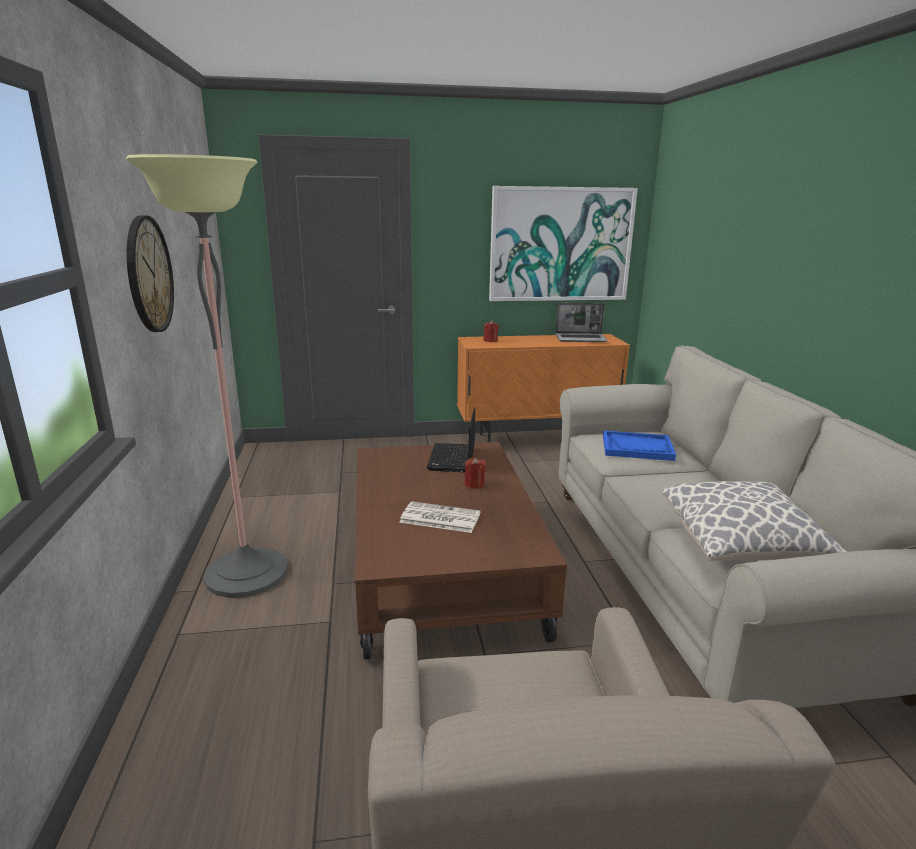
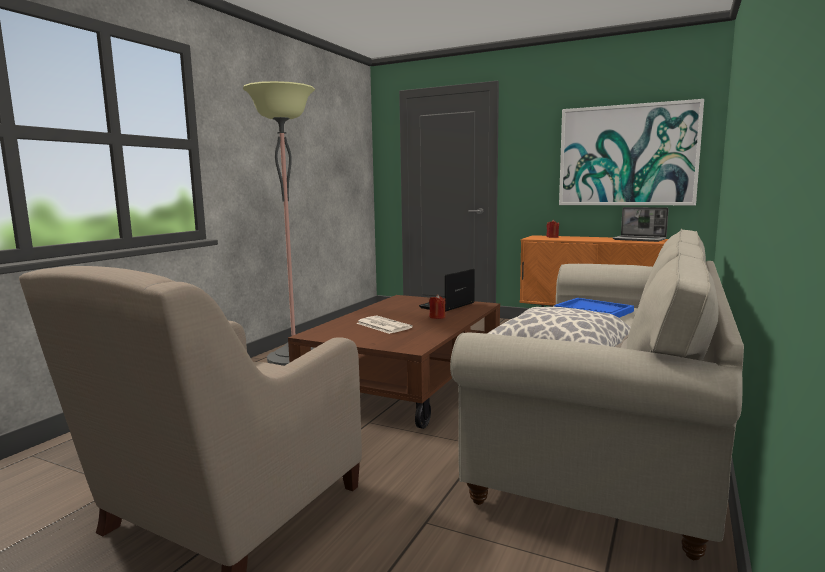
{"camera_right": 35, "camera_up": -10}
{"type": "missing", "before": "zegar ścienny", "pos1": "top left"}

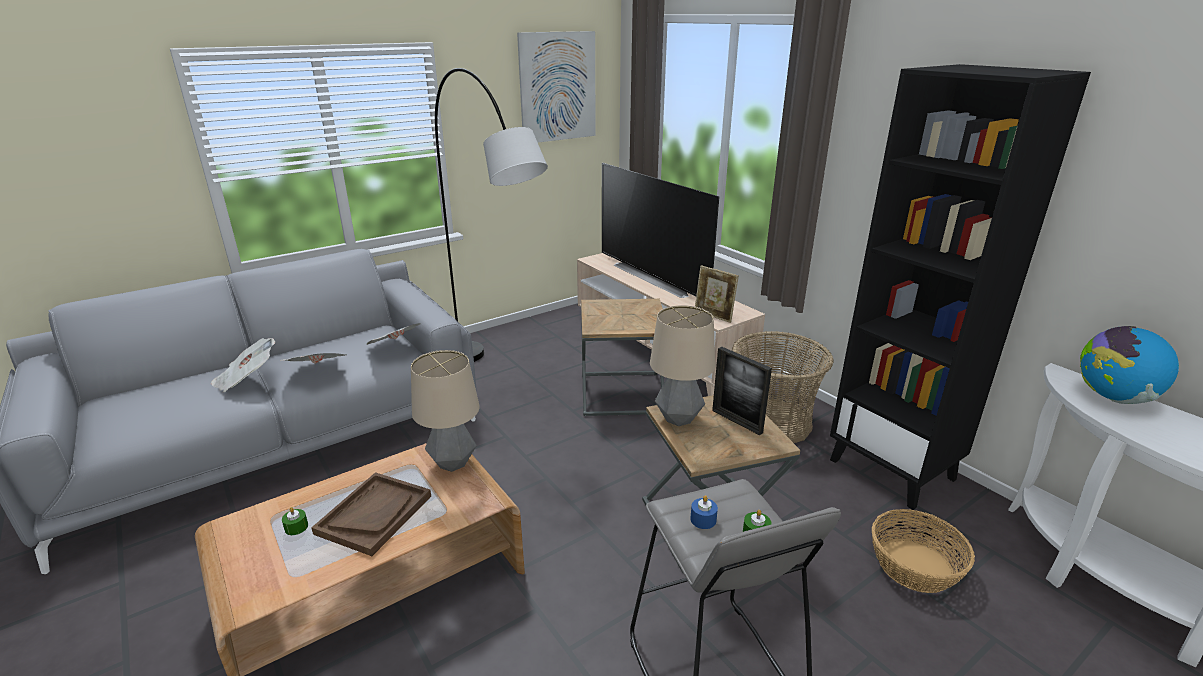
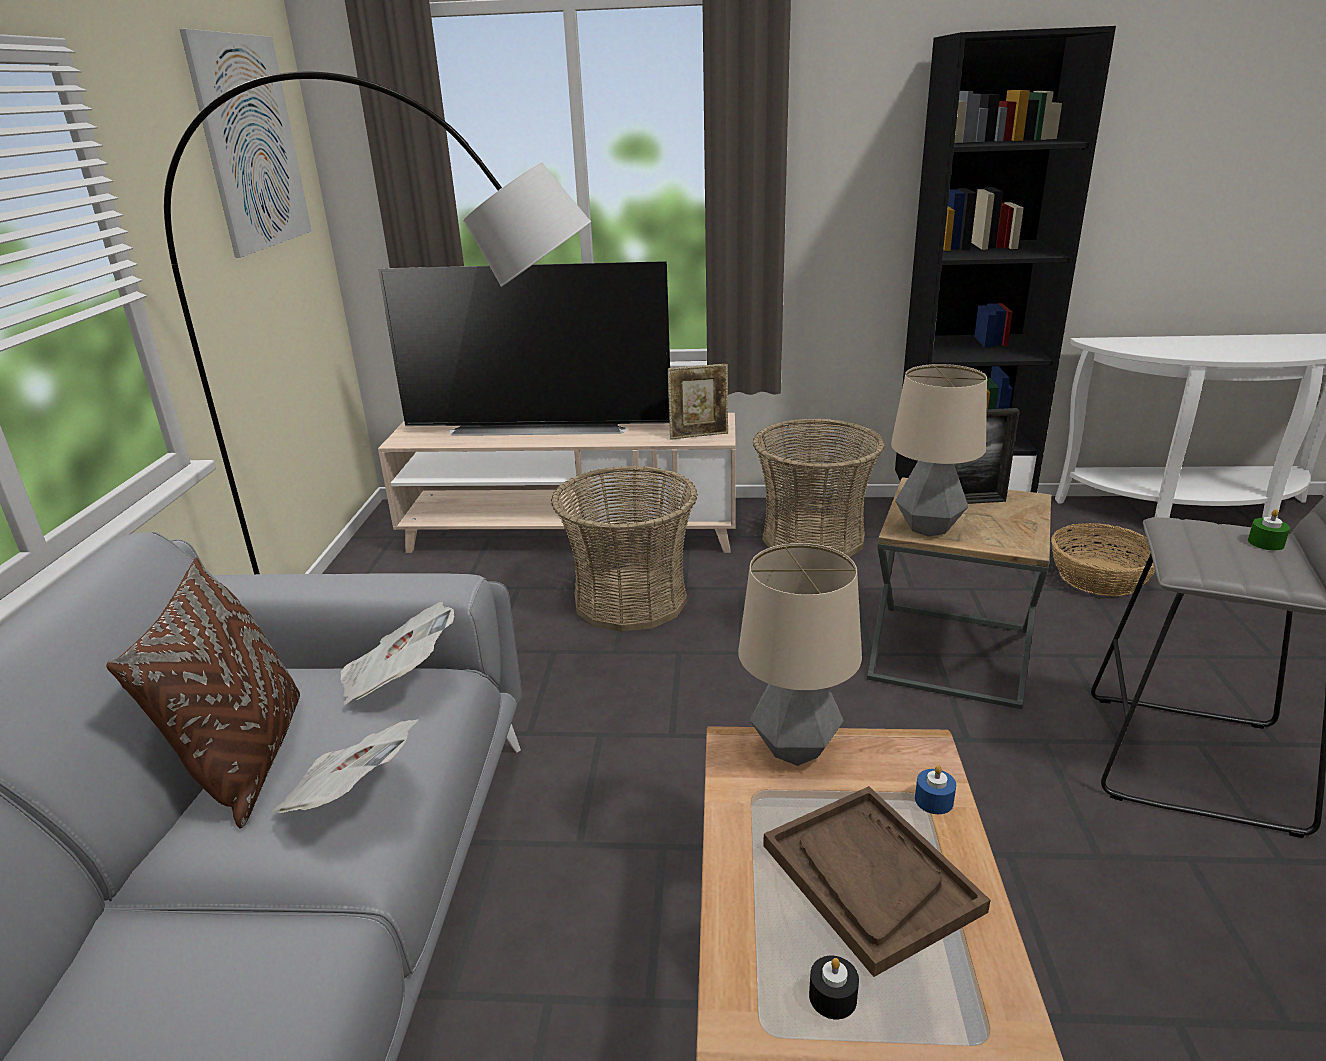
{"camera_right": -50, "camera_up": 0}
{"type": "exchanged", "before": "stolik/brązowy (no. 1 from left)", "after": "koszyk (no. 1 from left)", "pos1": "centre", "pos2": "centre"}
{"type": "missing", "before": "globus", "pos1": "middle right"}
{"type": "missing", "before": "gazeta (no. 1 from left)", "pos1": "middle left"}
{"type": "relocated", "before": "świeca/niebieski", "pos1": "bottom centre", "pos2": "bottom right"}
{"type": "colour", "before": "świeca/zielony (no. 1 from left)", "after": "świeca/czarny", "pos1": "bottom left", "pos2": "bottom centre"}
{"type": "appeared", "after": "poduszka/brązowy", "pos2": "middle left"}

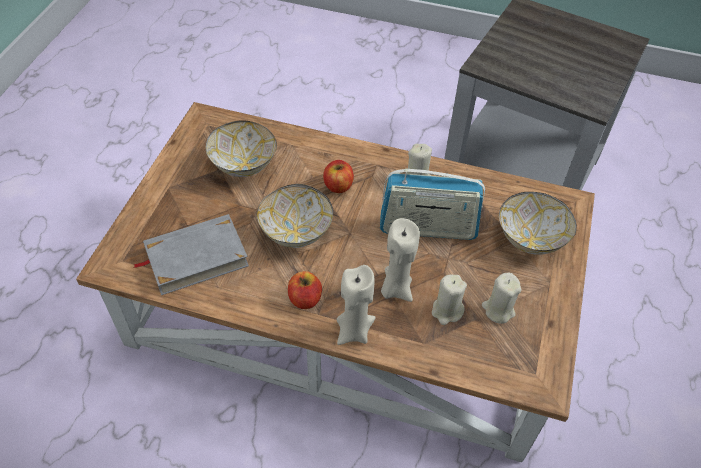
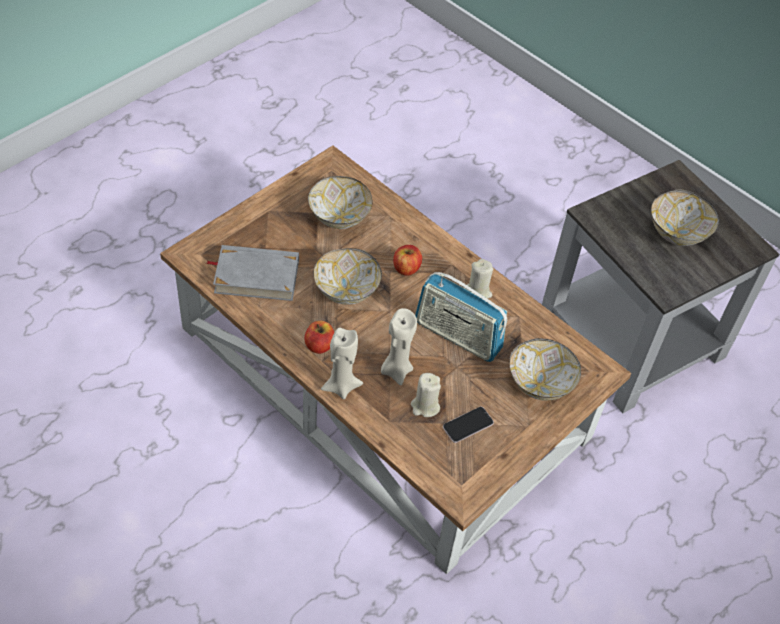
{"camera_right": 25, "camera_up": 0}
{"type": "exchanged", "before": "świeca/beżowy (no. 5 from left)", "after": "telefon", "pos1": "middle right", "pos2": "bottom centre"}
{"type": "appeared", "after": "miska (no. 4 from left)", "pos2": "middle right"}

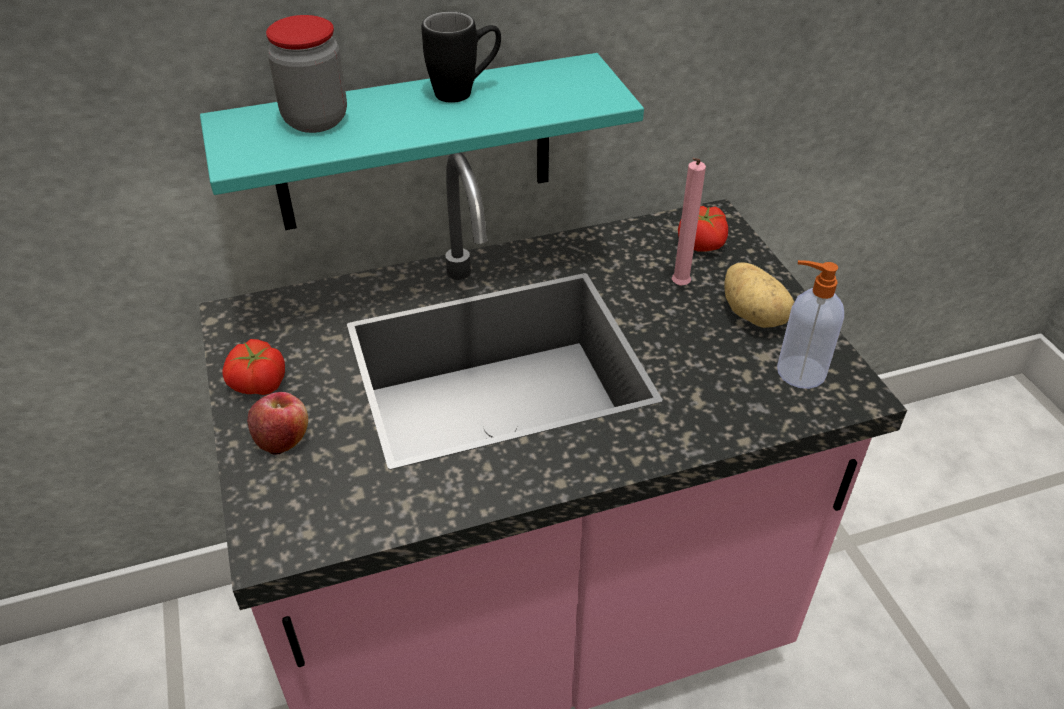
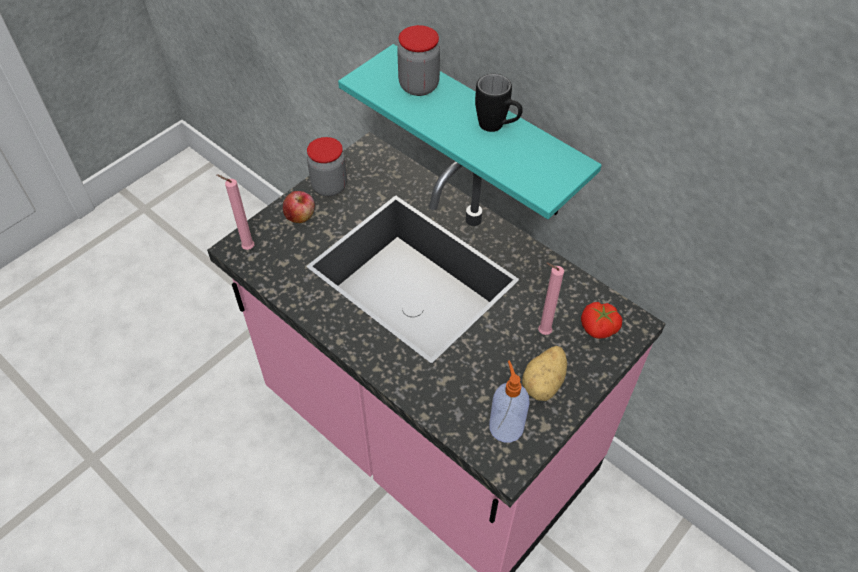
{"camera_right": 60, "camera_up": 10}
{"type": "exchanged", "before": "pomidor (no. 1 from left)", "after": "słoik (no. 1 from left)", "pos1": "middle left", "pos2": "top centre"}
{"type": "appeared", "after": "świeca/różowy (no. 1 from left)", "pos2": "middle left"}

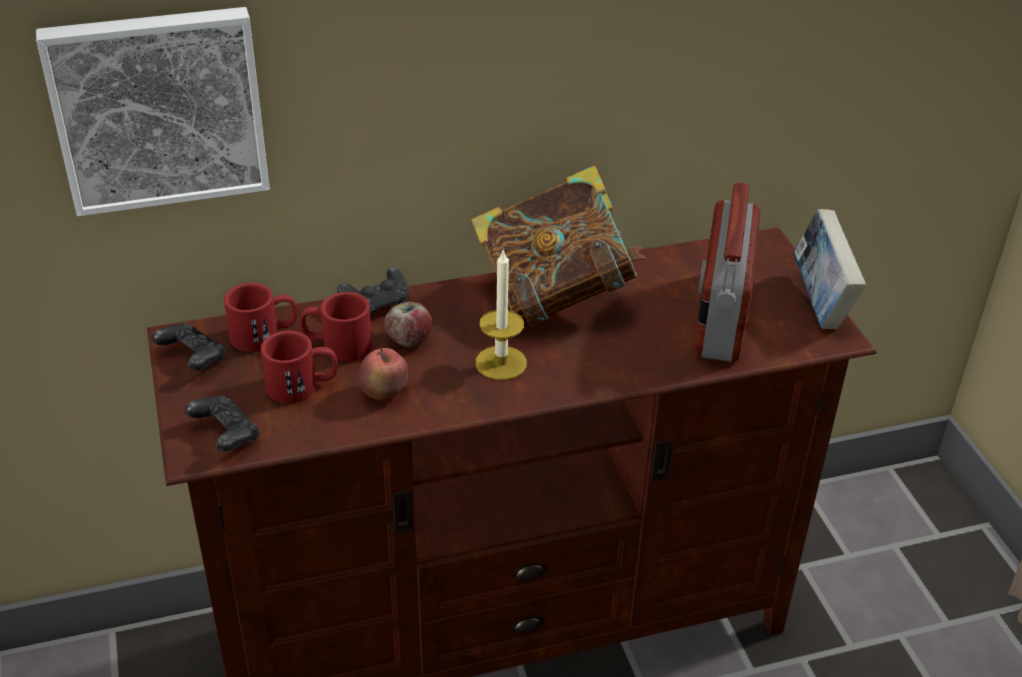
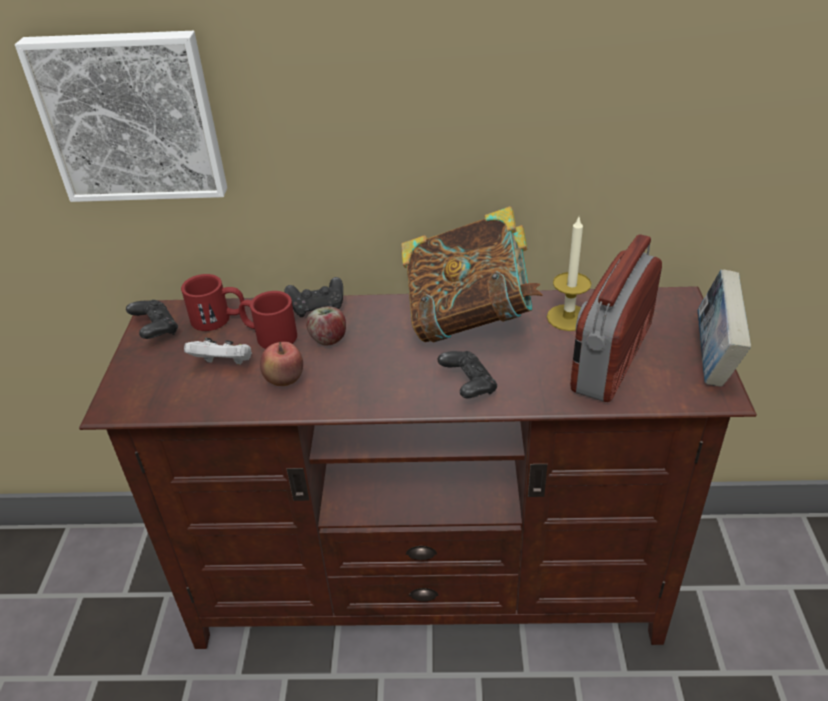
{"camera_right": 20, "camera_up": 0}
{"type": "relocated", "before": "świeca", "pos1": "centre", "pos2": "middle right"}
{"type": "exchanged", "before": "kubek/czerwony (no. 2 from left)", "after": "pad do gier/biały", "pos1": "middle left", "pos2": "middle left"}
{"type": "relocated", "before": "pad do gier/czarny (no. 2 from left in the first image)", "after": "pad do gier/czarny (no. 3 from left)", "pos1": "middle left", "pos2": "centre"}

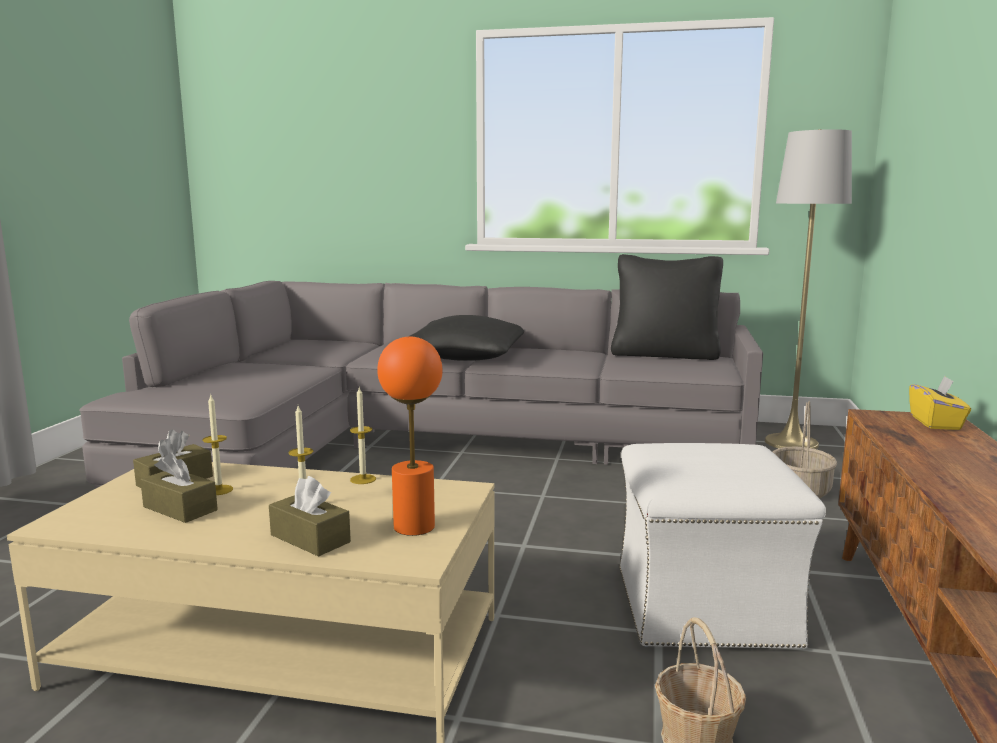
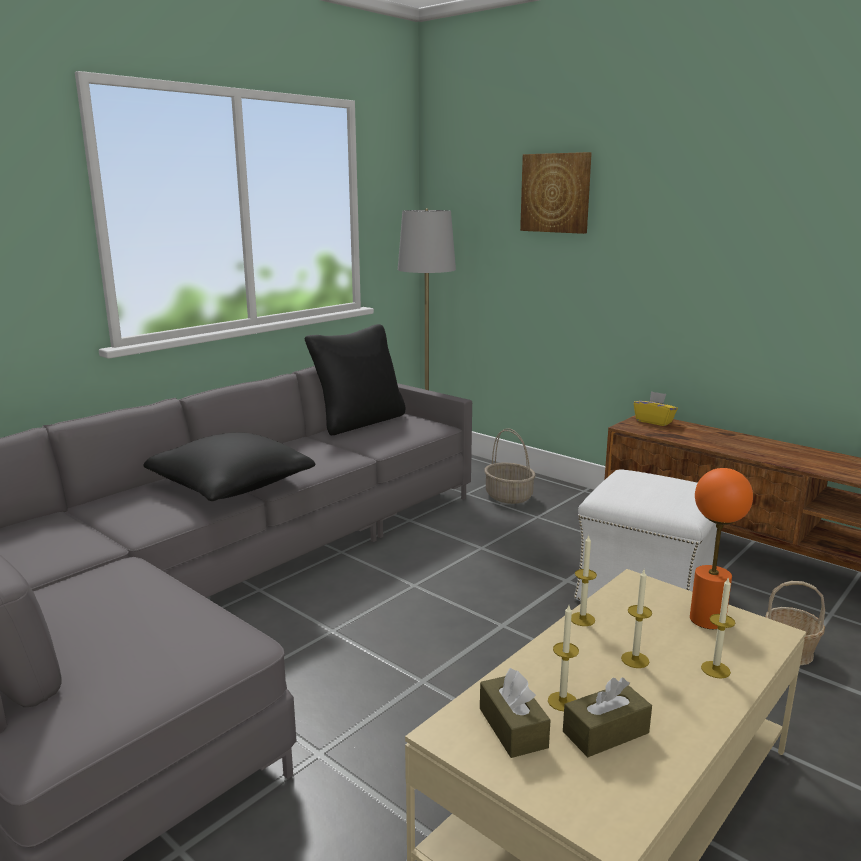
{"camera_right": -60, "camera_up": 5}
{"type": "exchanged", "before": "pudełko chusteczek/brązowy (no. 3 from left)", "after": "świeca (no. 4 from left)", "pos1": "bottom left", "pos2": "bottom right"}
{"type": "appeared", "after": "obraz", "pos2": "top centre"}

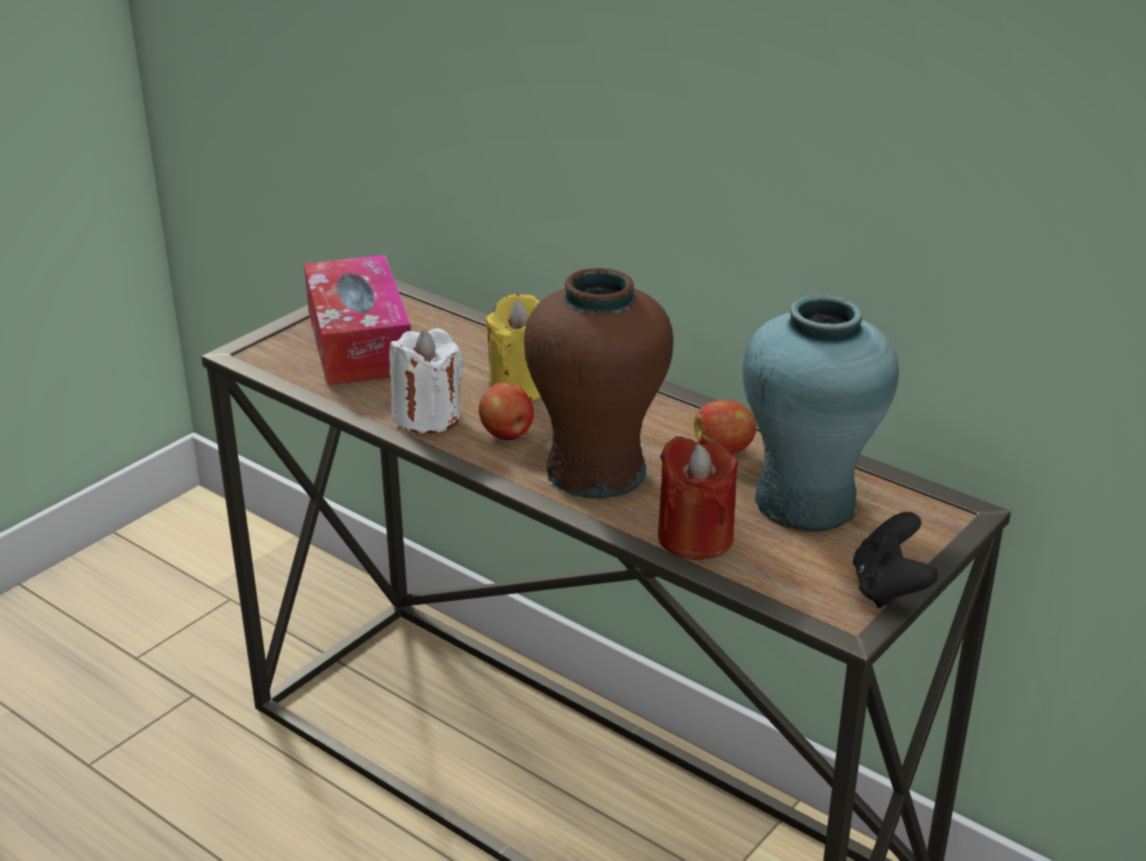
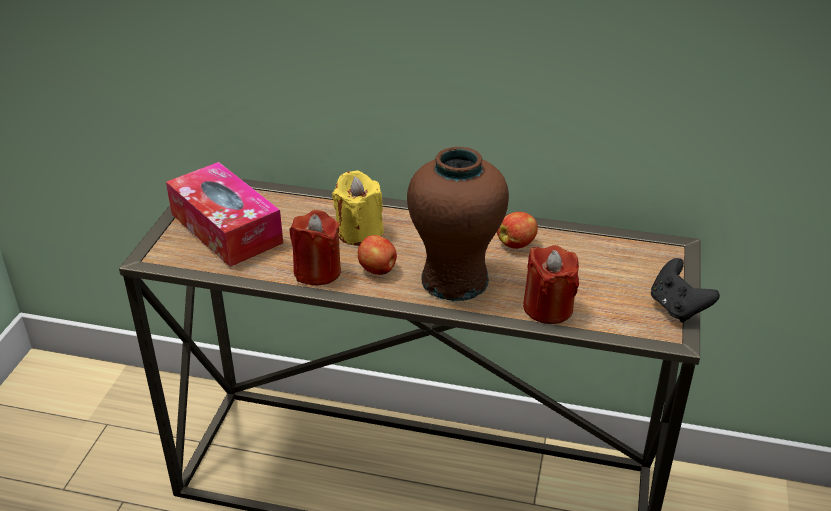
{"camera_right": -25, "camera_up": 5}
{"type": "missing", "before": "wazon/turkusowy", "pos1": "middle right"}
{"type": "colour", "before": "świeca/biały", "after": "świeca/czerwony (no. 1 from left)", "pos1": "centre", "pos2": "centre"}

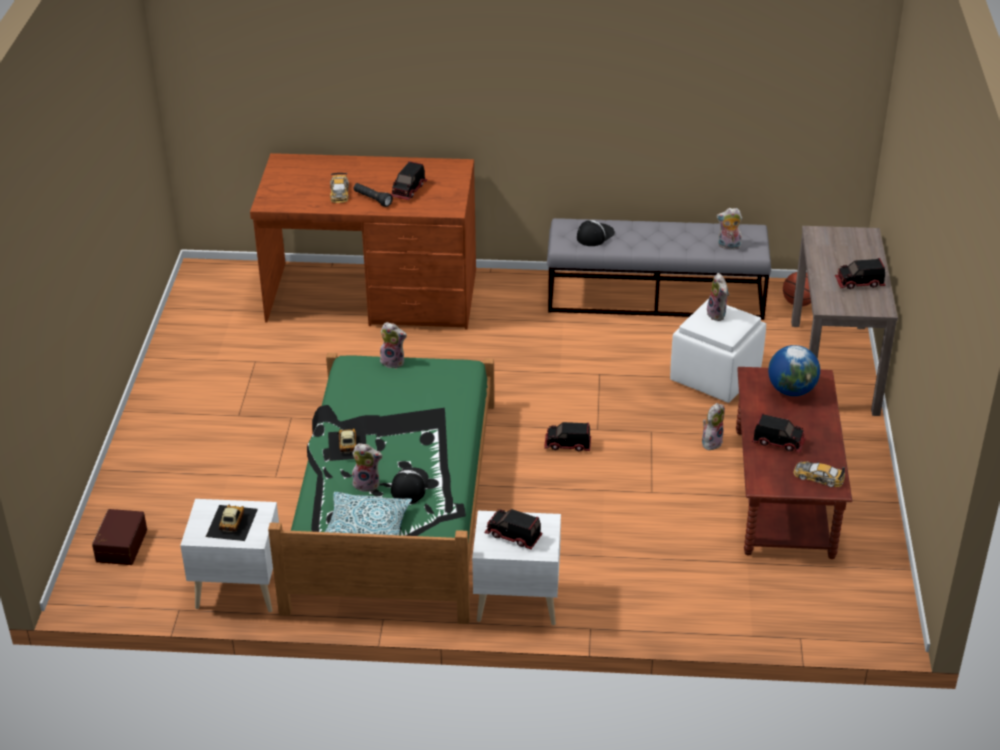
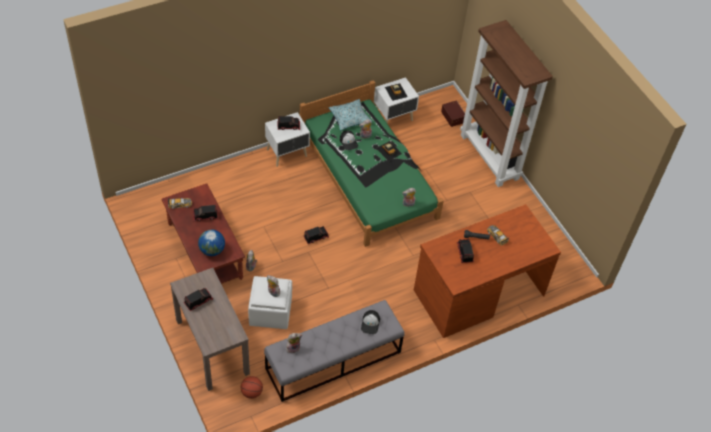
{"camera_right": 145, "camera_up": 15}
{"type": "appeared", "after": "regał/brązowy", "pos2": "top right"}

